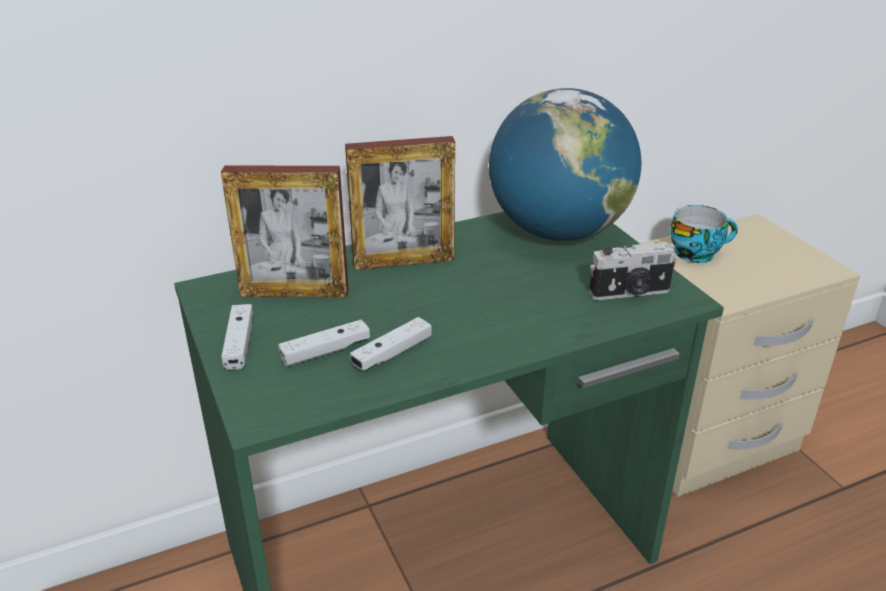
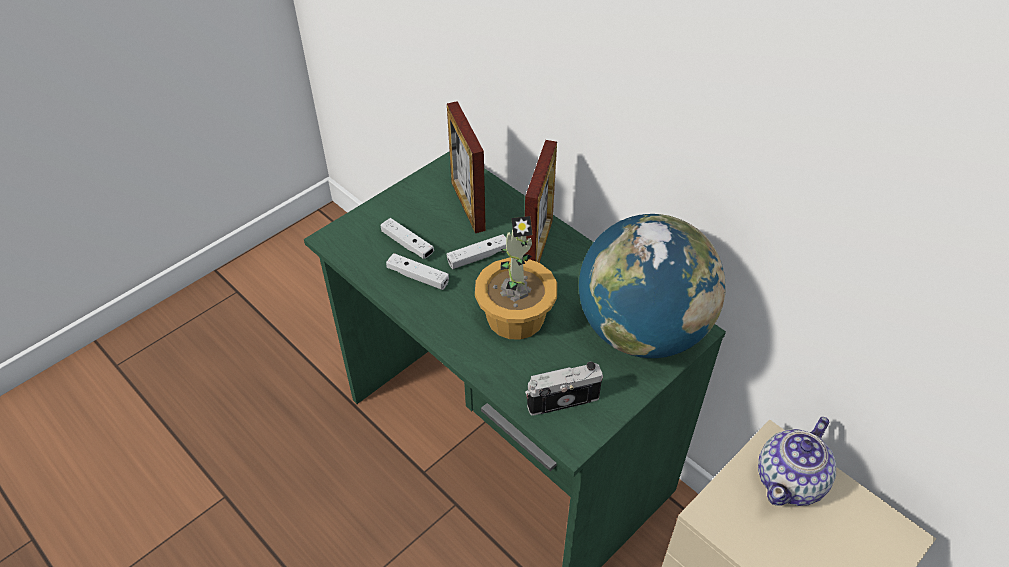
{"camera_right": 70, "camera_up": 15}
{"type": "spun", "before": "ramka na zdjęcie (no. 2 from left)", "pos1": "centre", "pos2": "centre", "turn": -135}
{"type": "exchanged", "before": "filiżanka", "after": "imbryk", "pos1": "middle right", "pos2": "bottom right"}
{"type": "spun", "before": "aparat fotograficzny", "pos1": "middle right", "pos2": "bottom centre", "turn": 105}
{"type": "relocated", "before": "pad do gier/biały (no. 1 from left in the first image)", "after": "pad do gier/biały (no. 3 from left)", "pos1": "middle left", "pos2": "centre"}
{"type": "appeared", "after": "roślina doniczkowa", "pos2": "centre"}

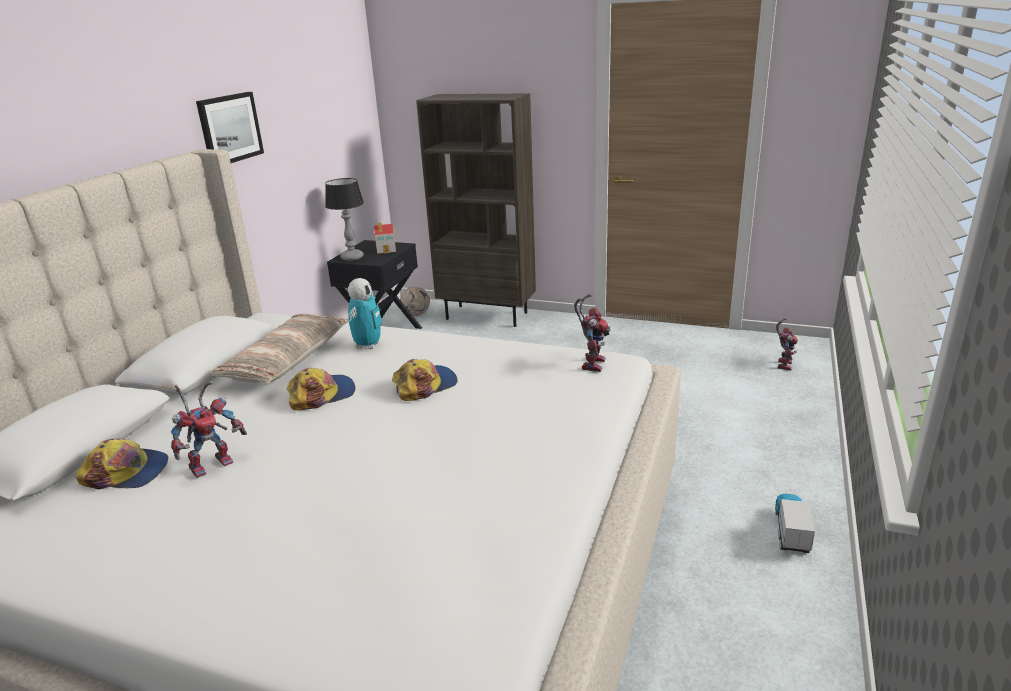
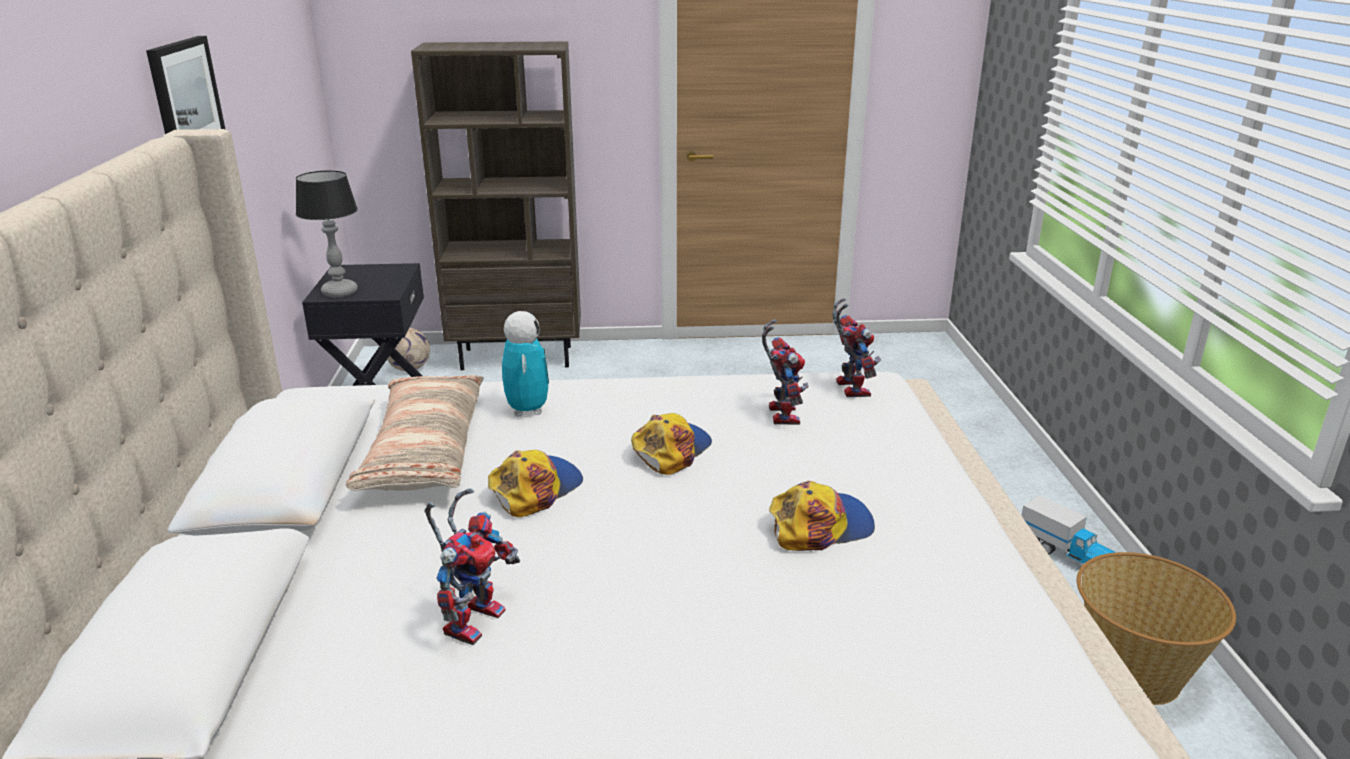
{"camera_right": -25, "camera_up": 0}
{"type": "missing", "before": "domek", "pos1": "centre"}
{"type": "relocated", "before": "robot zabawkowy (no. 4 from left in the first image)", "after": "robot zabawkowy (no. 3 from left)", "pos1": "middle right", "pos2": "centre"}
{"type": "relocated", "before": "czapka z daszkiem (no. 1 from left in the first image)", "after": "czapka z daszkiem (no. 3 from left)", "pos1": "bottom left", "pos2": "bottom centre"}
{"type": "spun", "before": "ciężarówka zabawkowa", "pos1": "bottom right", "pos2": "bottom right", "turn": 150}
{"type": "appeared", "after": "koszyk", "pos2": "bottom right"}

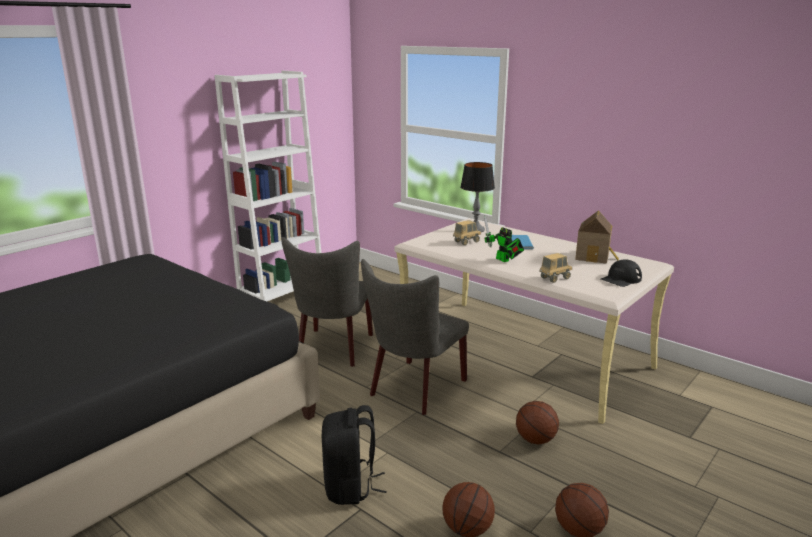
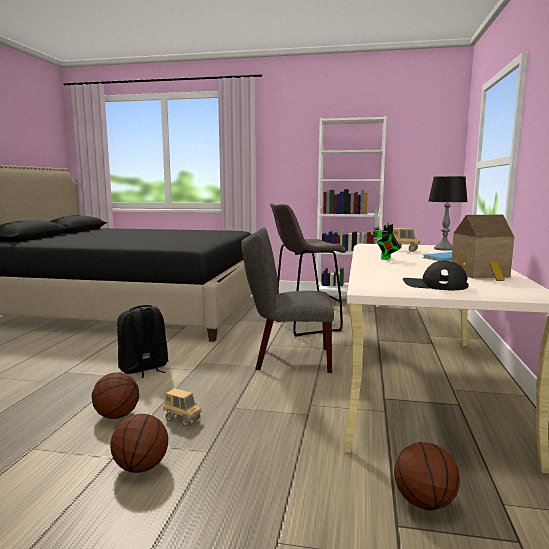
{"camera_right": 60, "camera_up": -10}
{"type": "exchanged", "before": "krzesło/szary (no. 1 from left)", "after": "stołek/szary", "pos1": "centre", "pos2": "centre"}
{"type": "relocated", "before": "ciężarówka zabawkowa (no. 2 from left in the first image)", "after": "ciężarówka zabawkowa (no. 1 from left)", "pos1": "middle right", "pos2": "bottom left"}
{"type": "relocated", "before": "piłka do koszykówki (no. 2 from left in the first image)", "after": "piłka do koszykówki (no. 3 from left)", "pos1": "bottom centre", "pos2": "bottom right"}

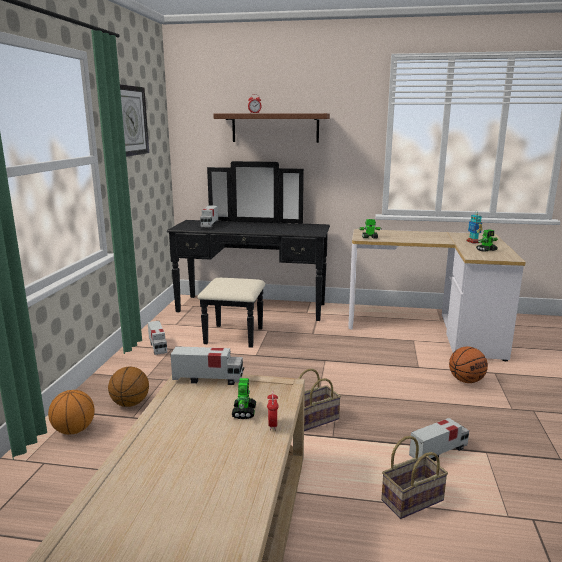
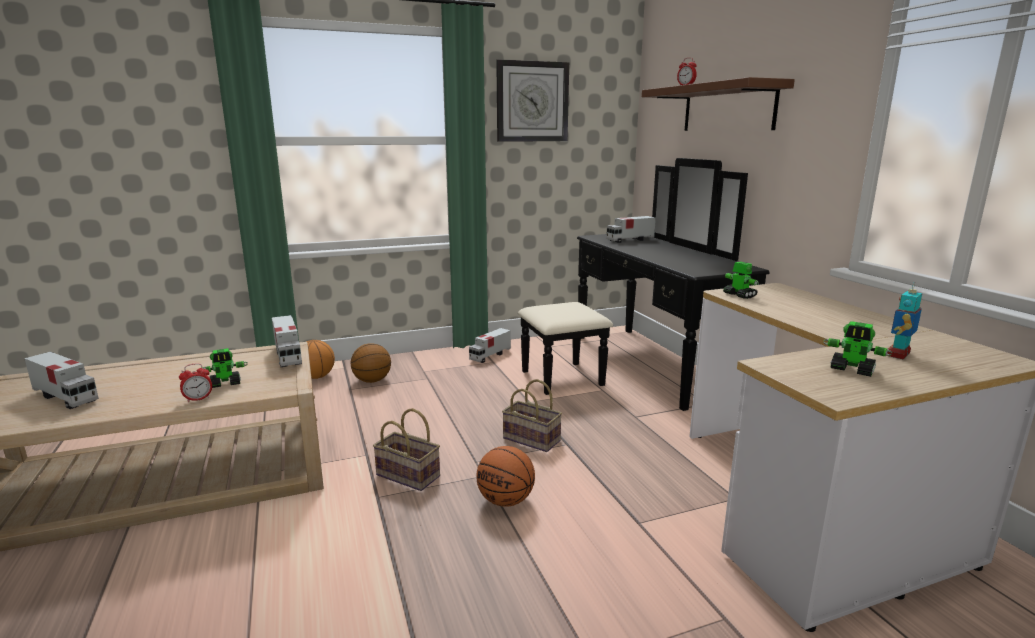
{"camera_right": 60, "camera_up": 0}
{"type": "relocated", "before": "piłka do koszykówki (no. 3 from left)", "pos1": "middle right", "pos2": "bottom centre"}
{"type": "relocated", "before": "ciężarówka zabawkowa (no. 4 from left in the first image)", "after": "ciężarówka zabawkowa (no. 1 from left)", "pos1": "bottom right", "pos2": "middle left"}
{"type": "relocated", "before": "koszyk (no. 2 from left)", "pos1": "bottom right", "pos2": "centre"}

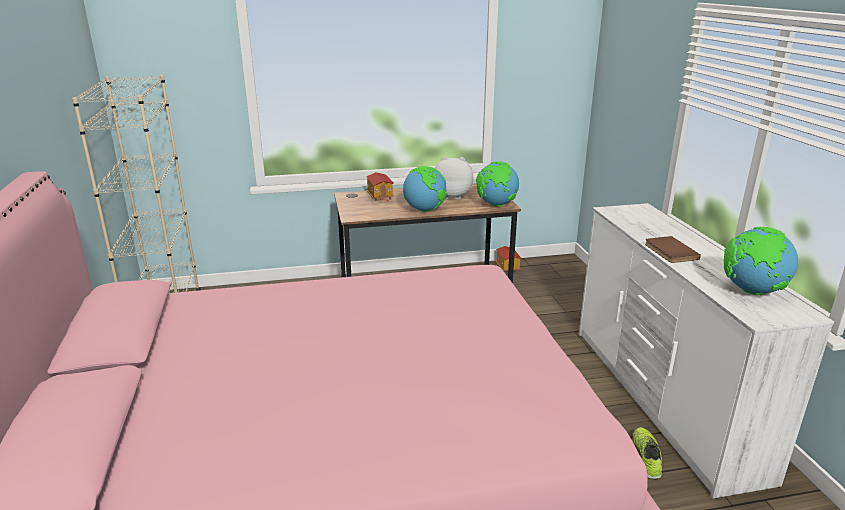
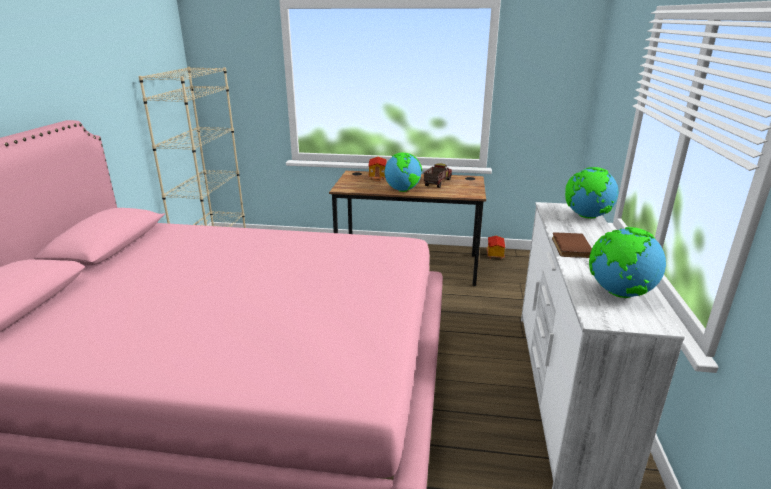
{"camera_right": 20, "camera_up": 0}
{"type": "exchanged", "before": "pluszak", "after": "ciężarówka zabawkowa", "pos1": "centre", "pos2": "centre"}
{"type": "relocated", "before": "globus (no. 2 from left)", "pos1": "centre", "pos2": "middle right"}
{"type": "missing", "before": "but", "pos1": "bottom right"}

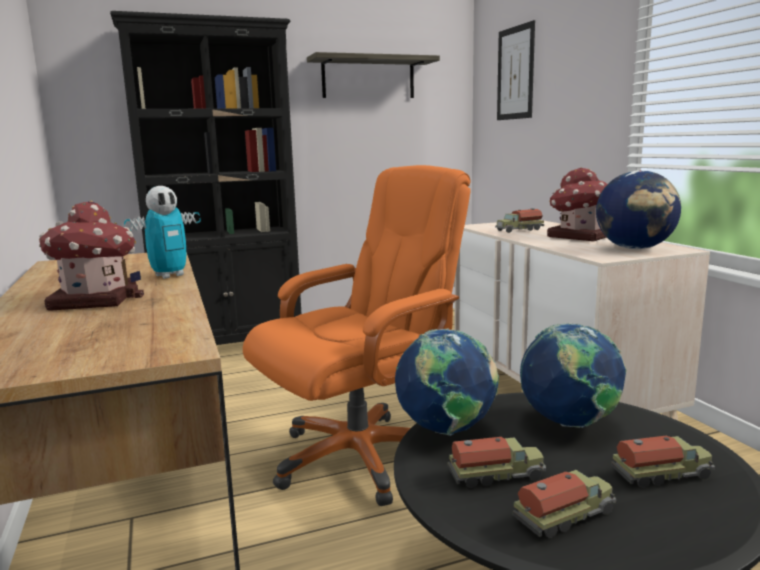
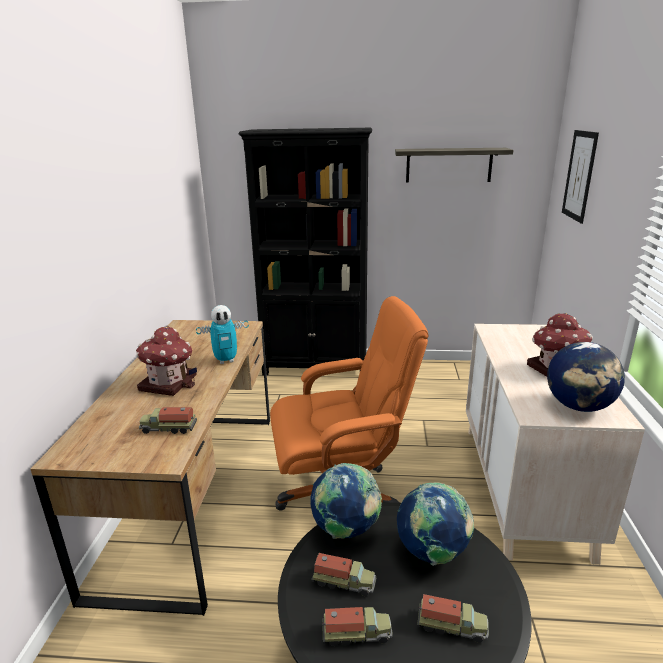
{"camera_right": 25, "camera_up": 10}
{"type": "relocated", "before": "ciężarówka zabawkowa (no. 2 from left in the first image)", "after": "ciężarówka zabawkowa (no. 1 from left)", "pos1": "middle right", "pos2": "middle left"}

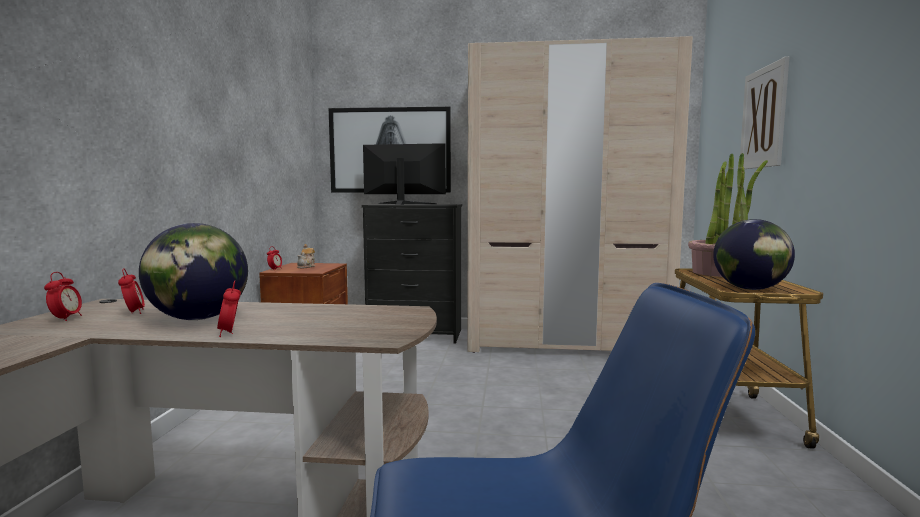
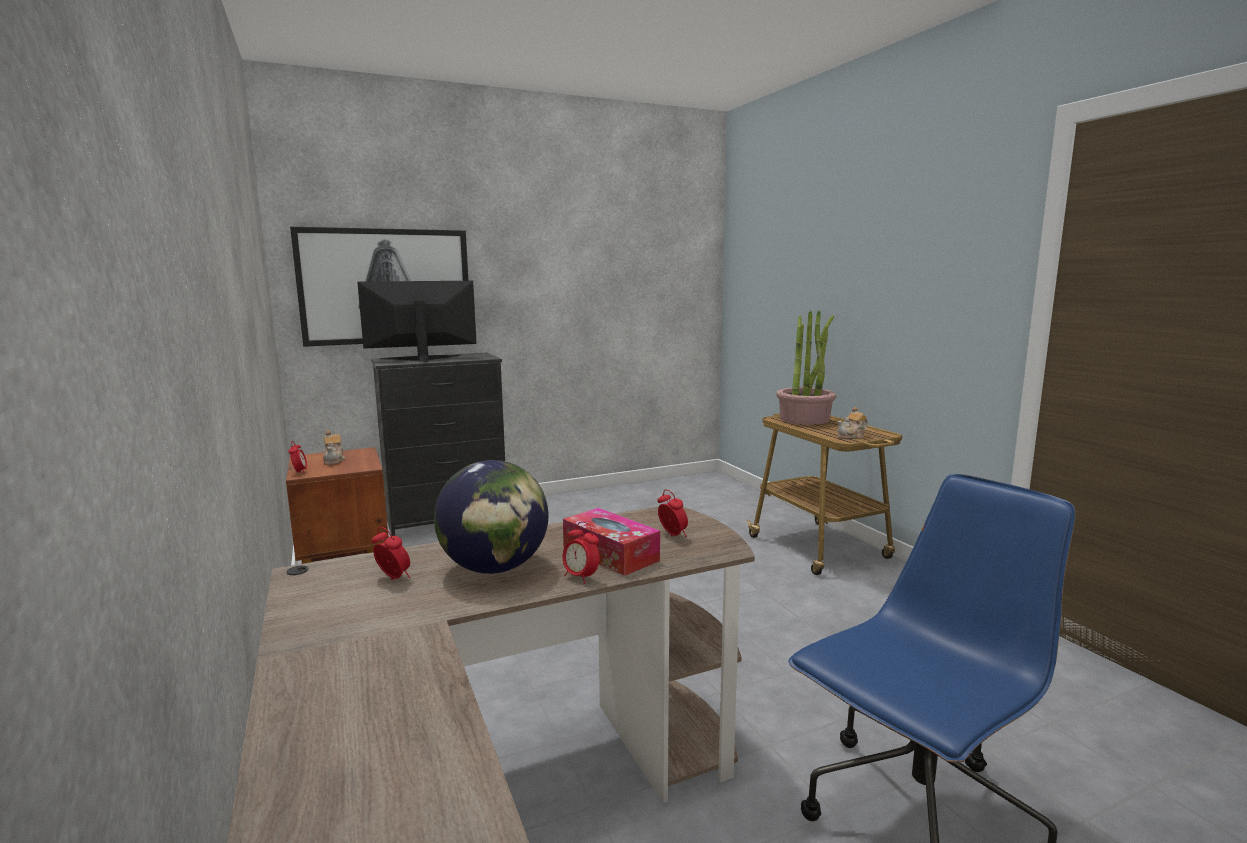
{"camera_right": -30, "camera_up": 5}
{"type": "missing", "before": "szafa/beżowy", "pos1": "centre"}
{"type": "missing", "before": "obraz (no. 2 from left)", "pos1": "top right"}
{"type": "exchanged", "before": "globus (no. 2 from left)", "after": "imbryk (no. 2 from left)", "pos1": "middle right", "pos2": "middle right"}
{"type": "relocated", "before": "budzik (no. 1 from left in the first image)", "after": "budzik (no. 4 from left)", "pos1": "middle left", "pos2": "centre"}
{"type": "appeared", "after": "pudełko chusteczek", "pos2": "centre"}

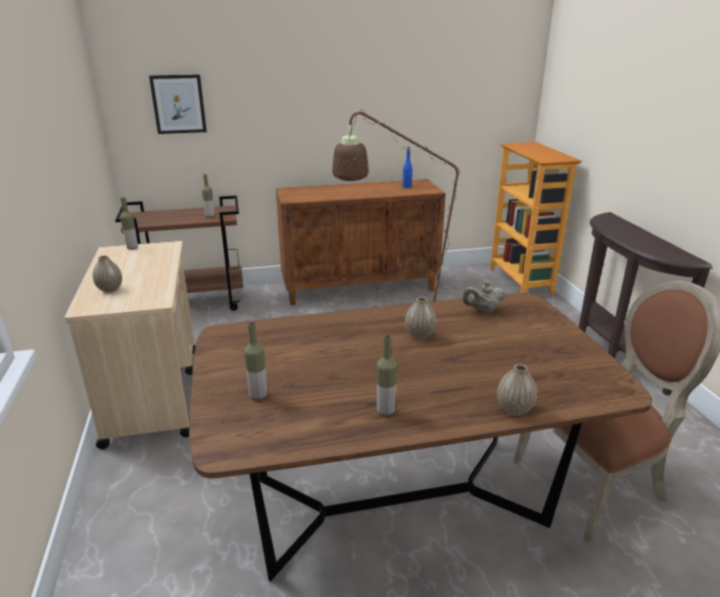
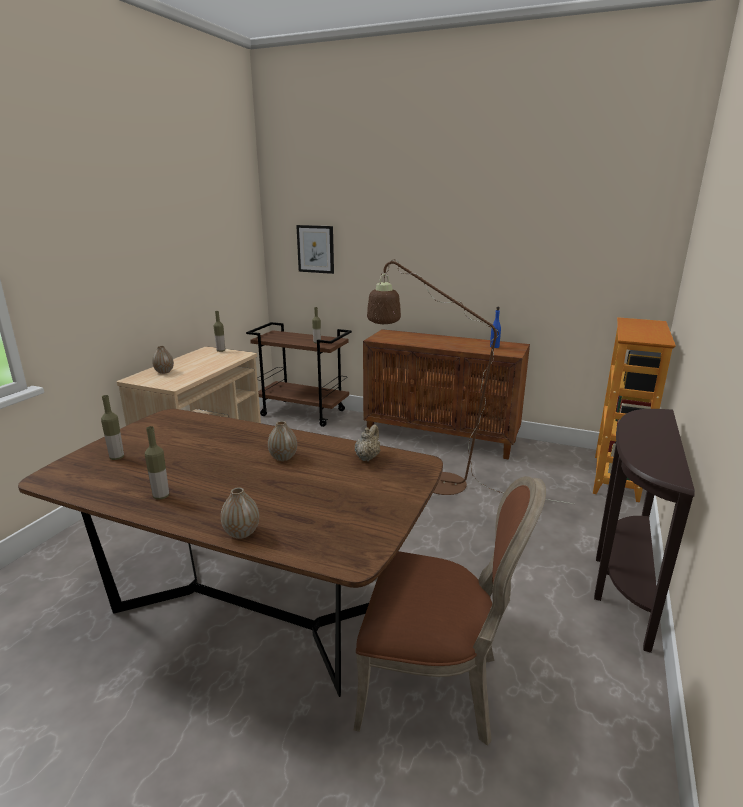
{"camera_right": 35, "camera_up": -5}
{"type": "spun", "before": "imbryk/beżowy", "pos1": "middle right", "pos2": "centre", "turn": 90}

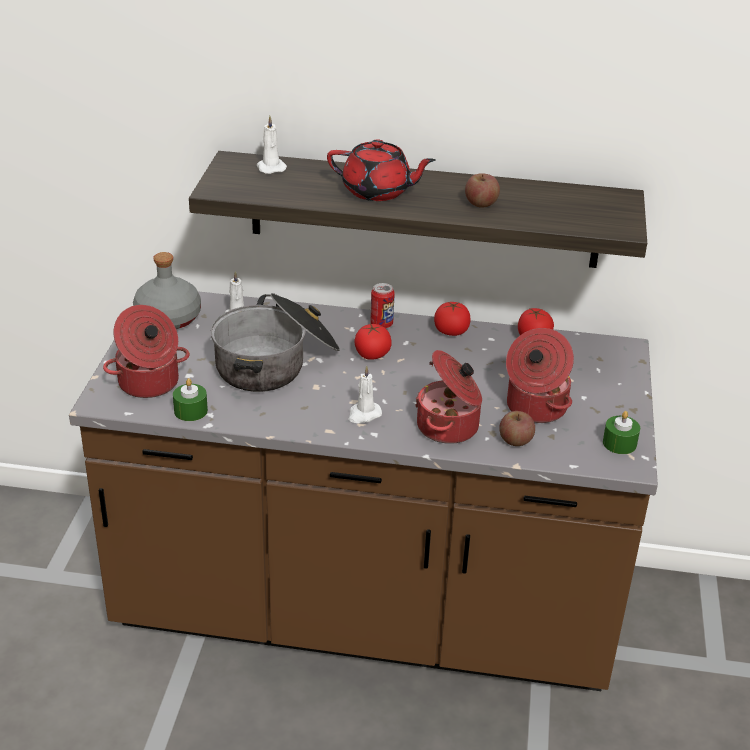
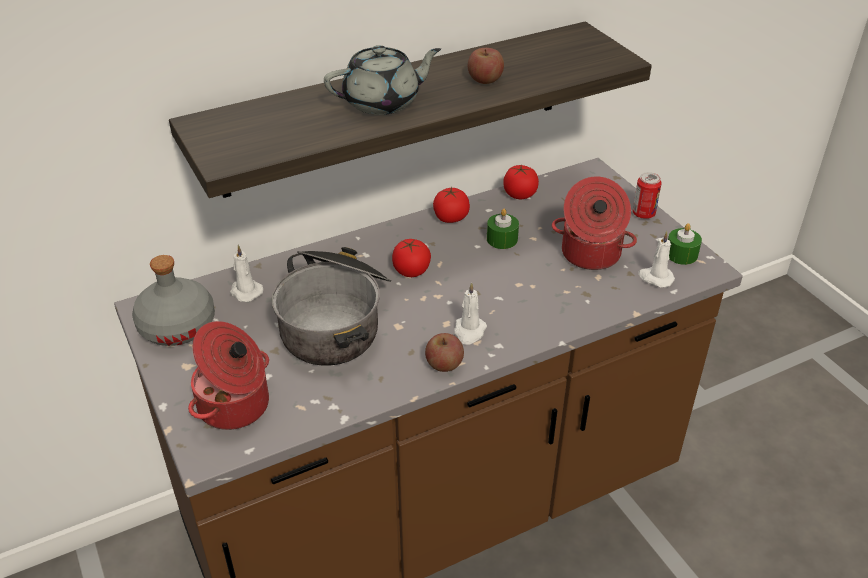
{"camera_right": -35, "camera_up": 5}
{"type": "relocated", "before": "świeca/biały (no. 2 from left in the first image)", "after": "świeca/biały (no. 3 from left)", "pos1": "top centre", "pos2": "middle right"}
{"type": "colour", "before": "imbryk/czerwony", "after": "imbryk/szary", "pos1": "top centre", "pos2": "top centre"}
{"type": "relocated", "before": "puszka", "pos1": "centre", "pos2": "middle right"}
{"type": "missing", "before": "garnek (no. 3 from left)", "pos1": "centre"}
{"type": "relocated", "before": "świeca/zielony (no. 1 from left)", "pos1": "middle left", "pos2": "centre"}
{"type": "relocated", "before": "jabłko (no. 2 from left in the first image)", "after": "jabłko (no. 1 from left)", "pos1": "middle right", "pos2": "centre"}

